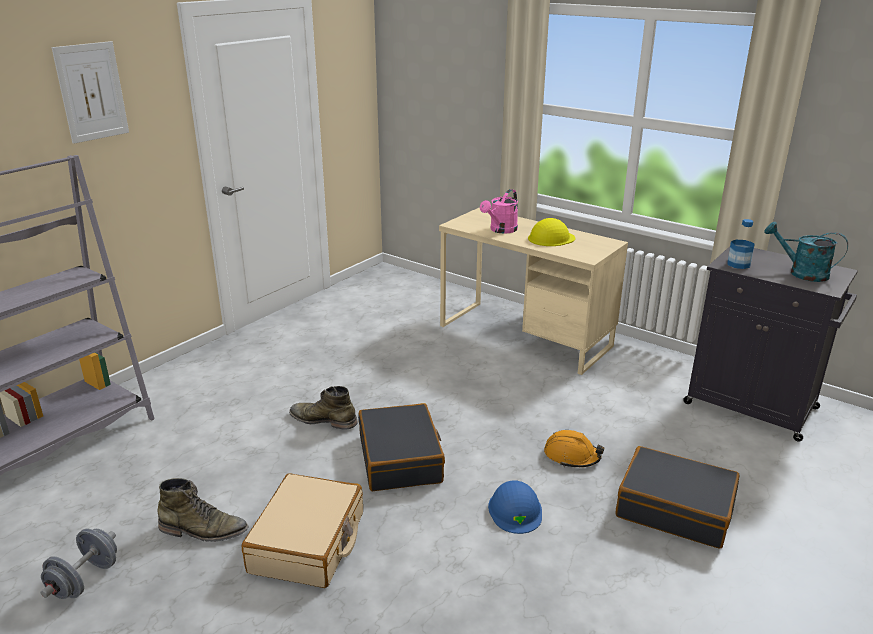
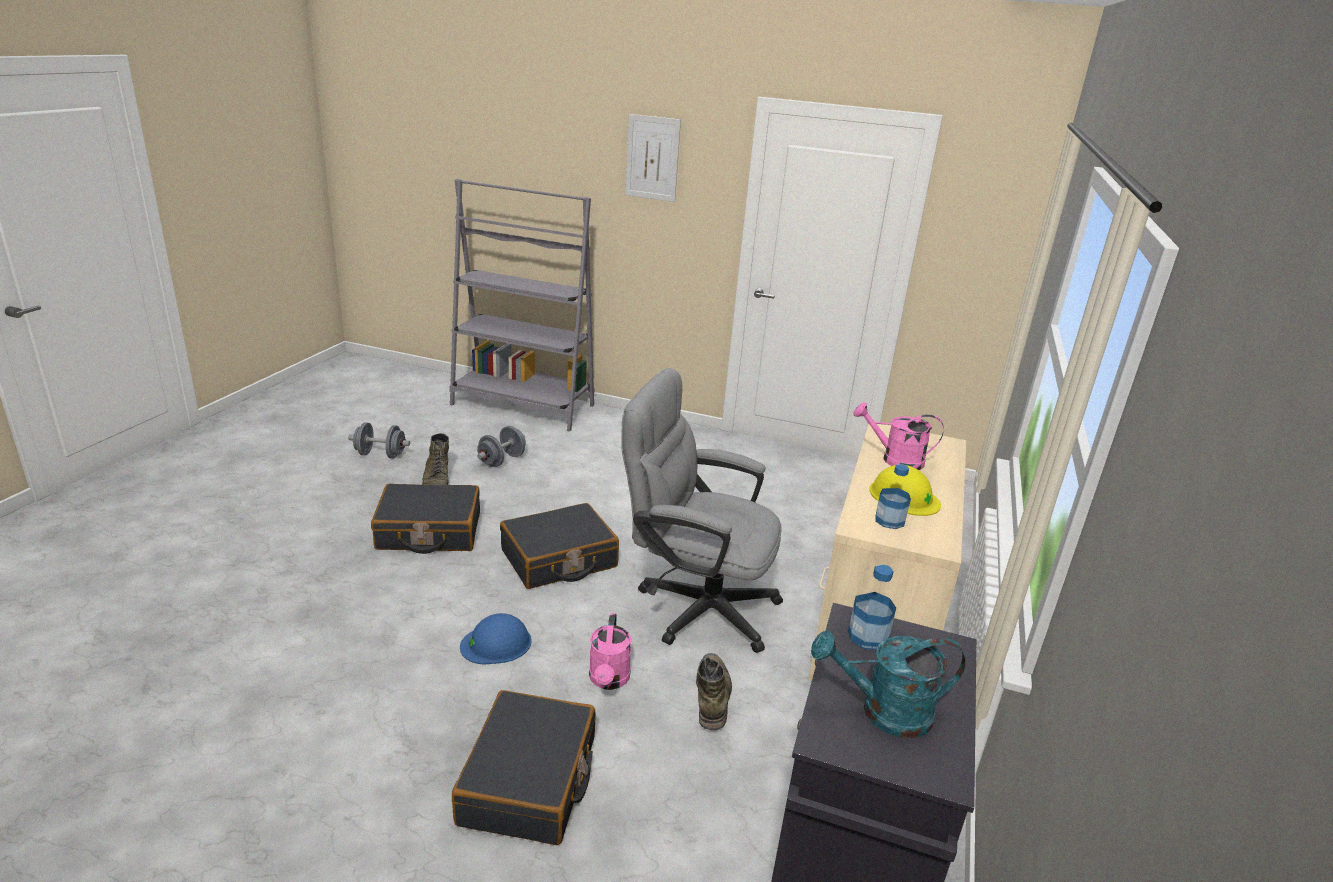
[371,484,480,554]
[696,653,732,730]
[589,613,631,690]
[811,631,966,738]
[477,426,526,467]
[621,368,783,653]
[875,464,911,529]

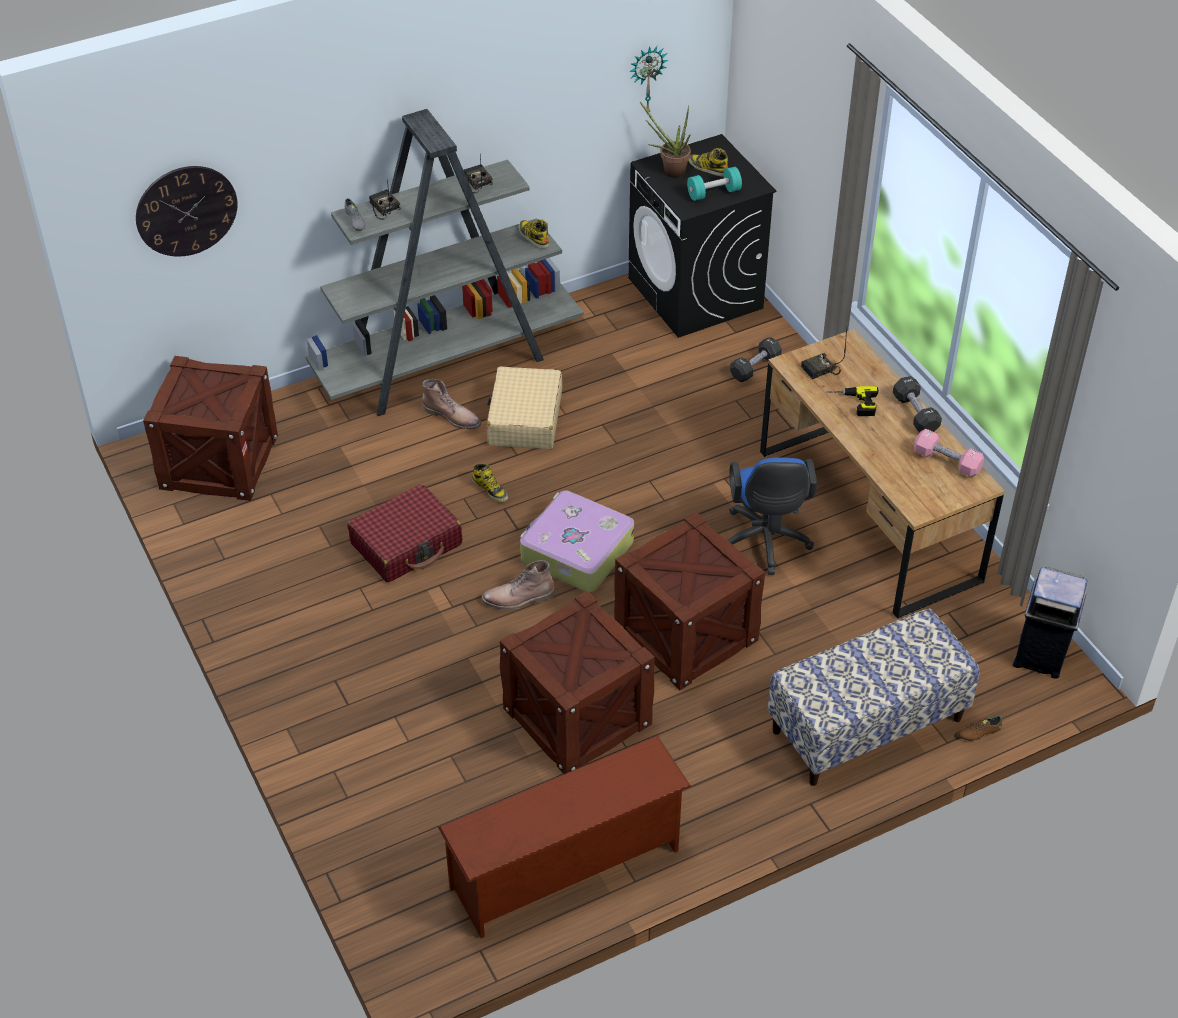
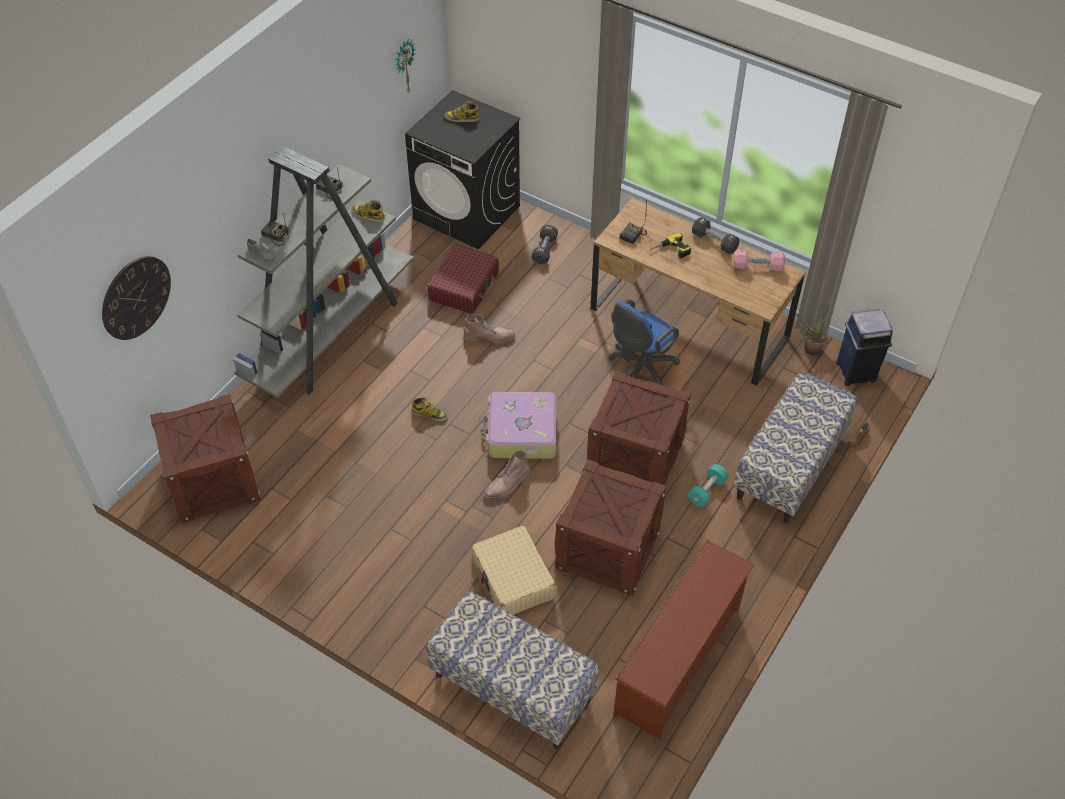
[427,244,499,314]
[464,314,516,344]
[471,525,556,615]
[796,303,830,355]
[688,464,729,507]
[609,299,680,385]
[427,591,599,749]

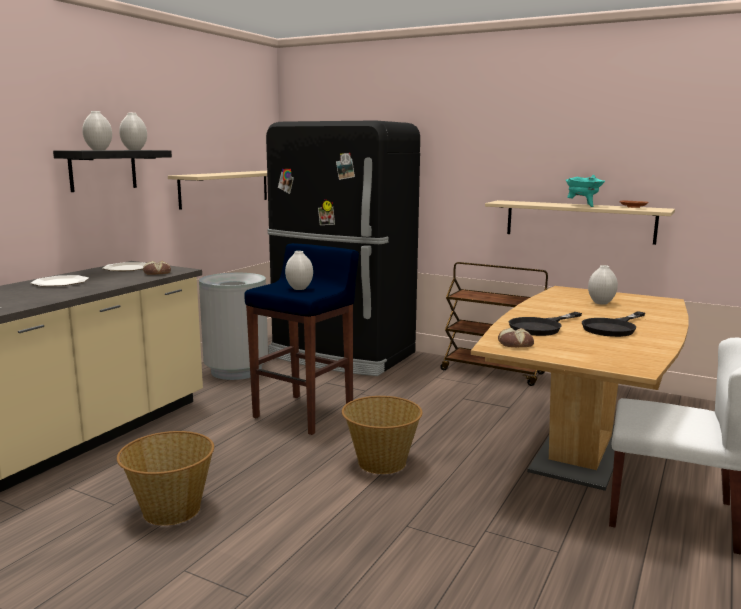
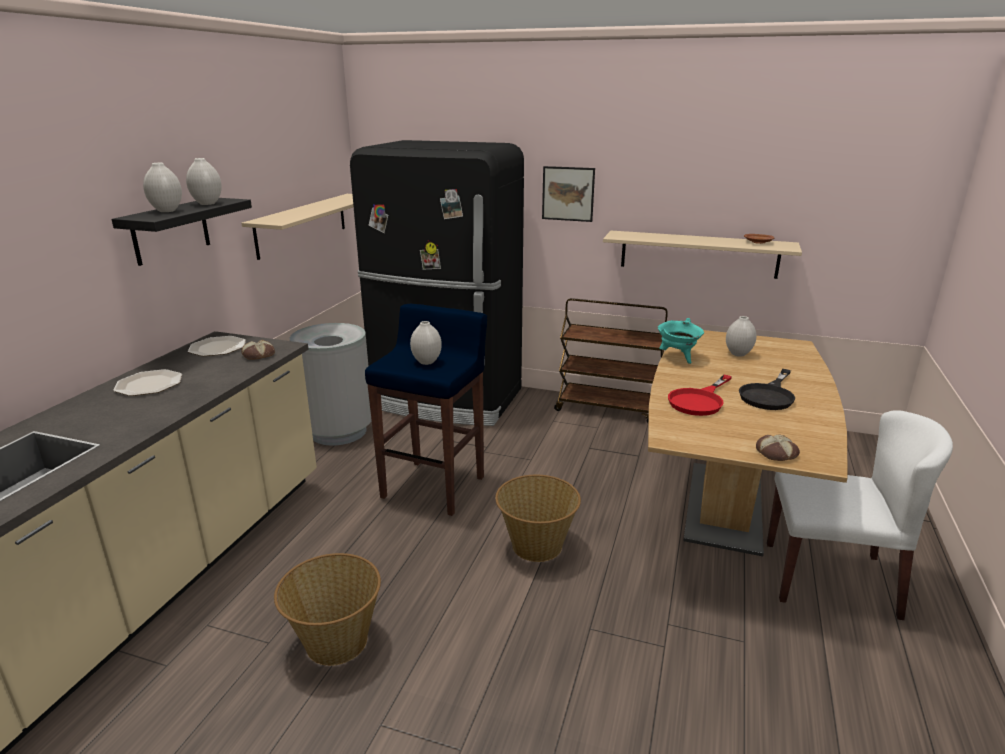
[756,434,800,461]
[668,375,732,416]
[657,318,704,364]
[542,166,595,222]

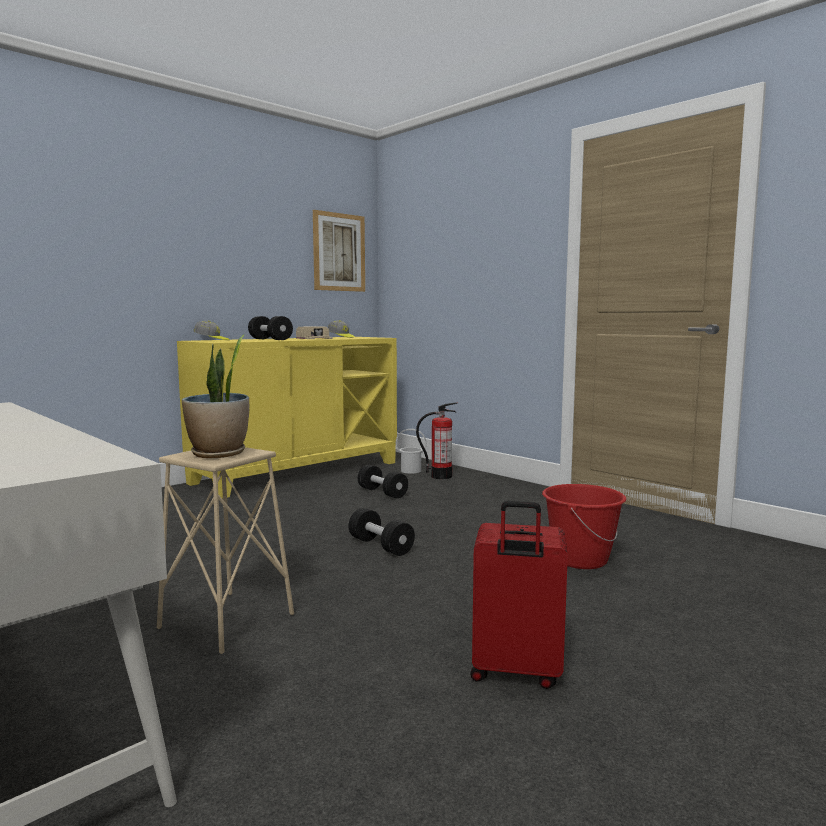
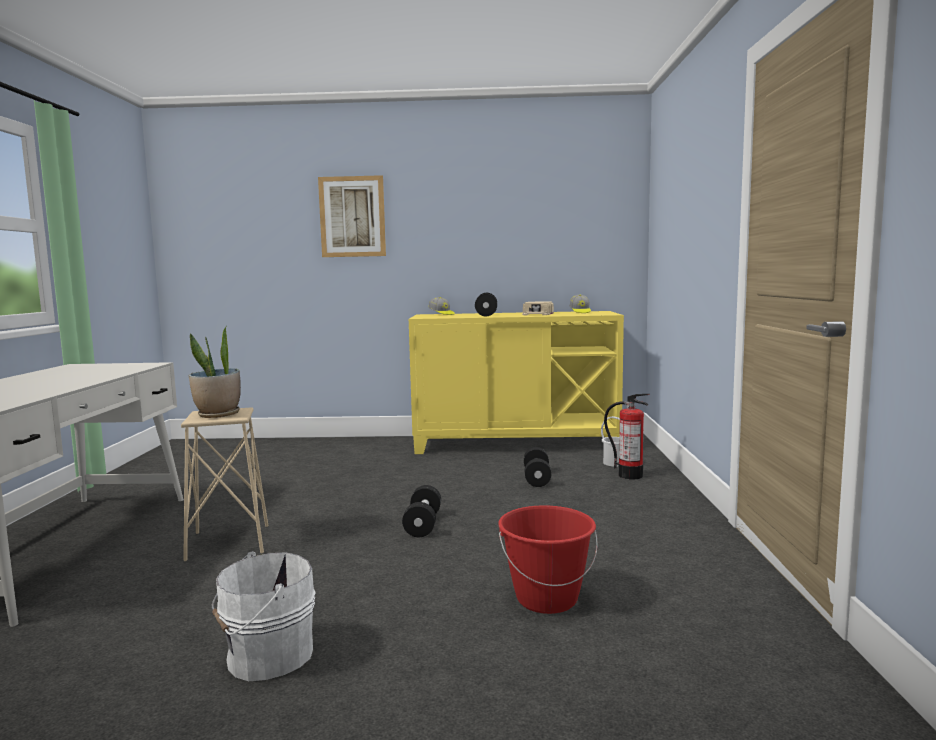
[318,175,386,257]
[212,551,316,681]

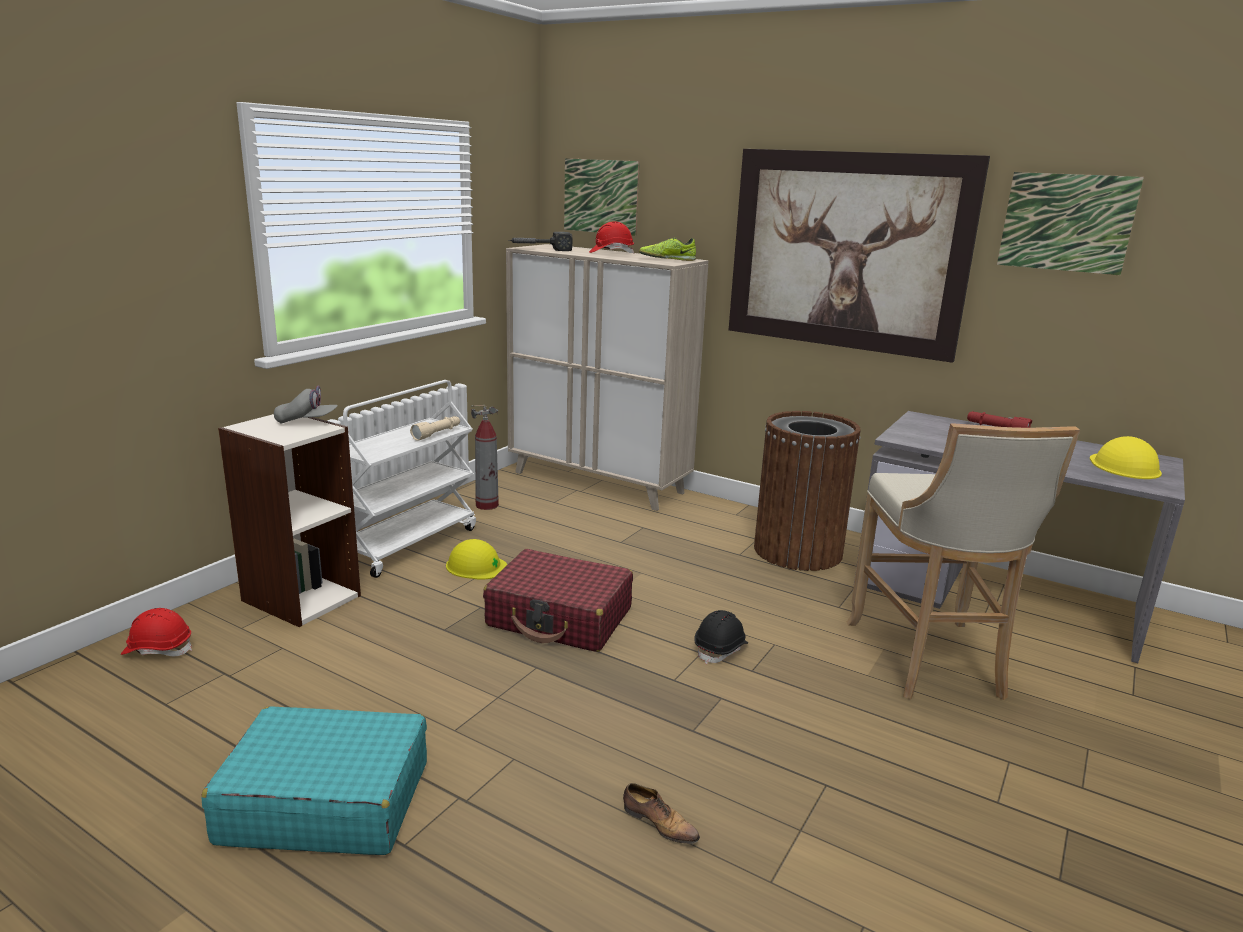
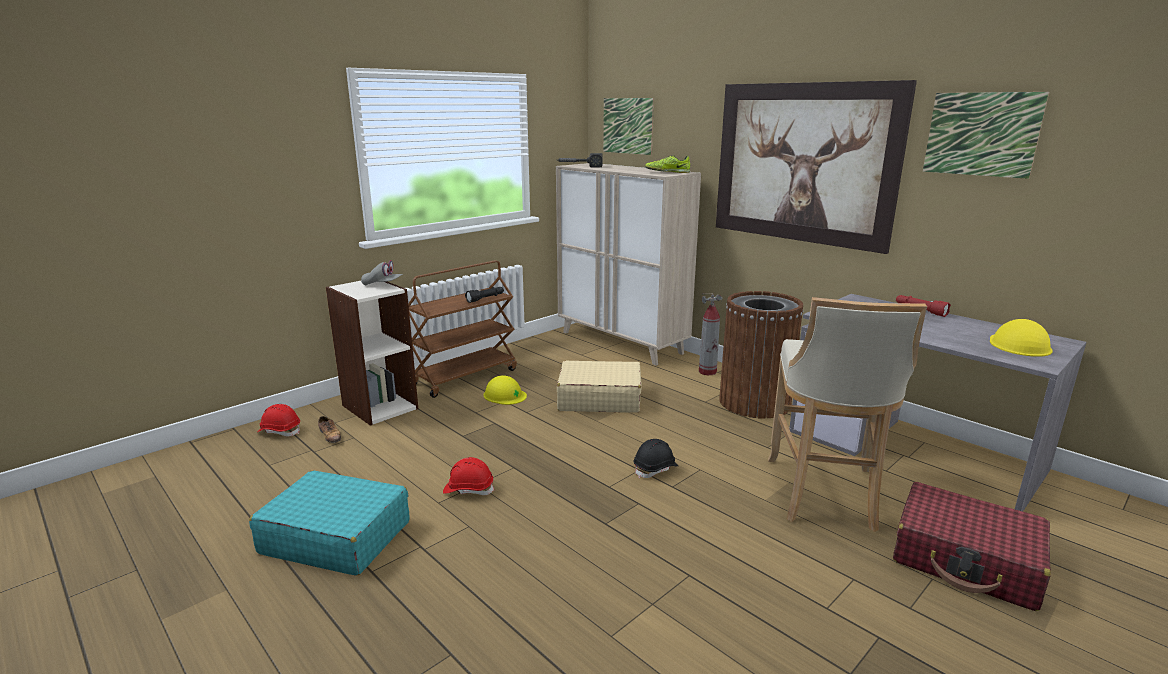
[408,260,517,398]
[465,287,504,303]
[699,293,722,375]
[893,482,1051,611]
[443,457,494,495]
[318,416,341,443]
[557,361,642,413]

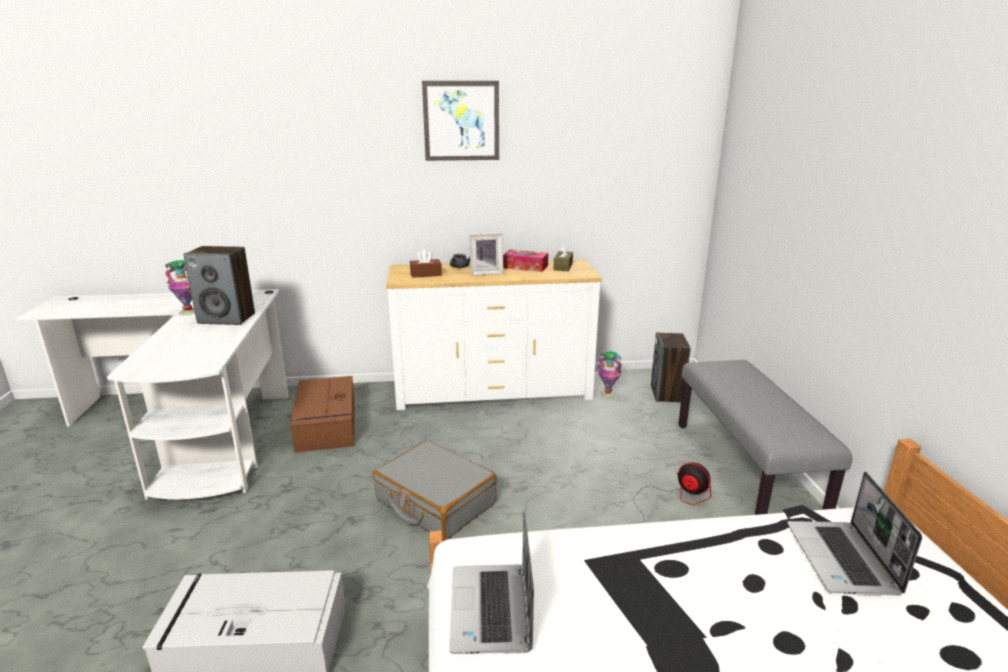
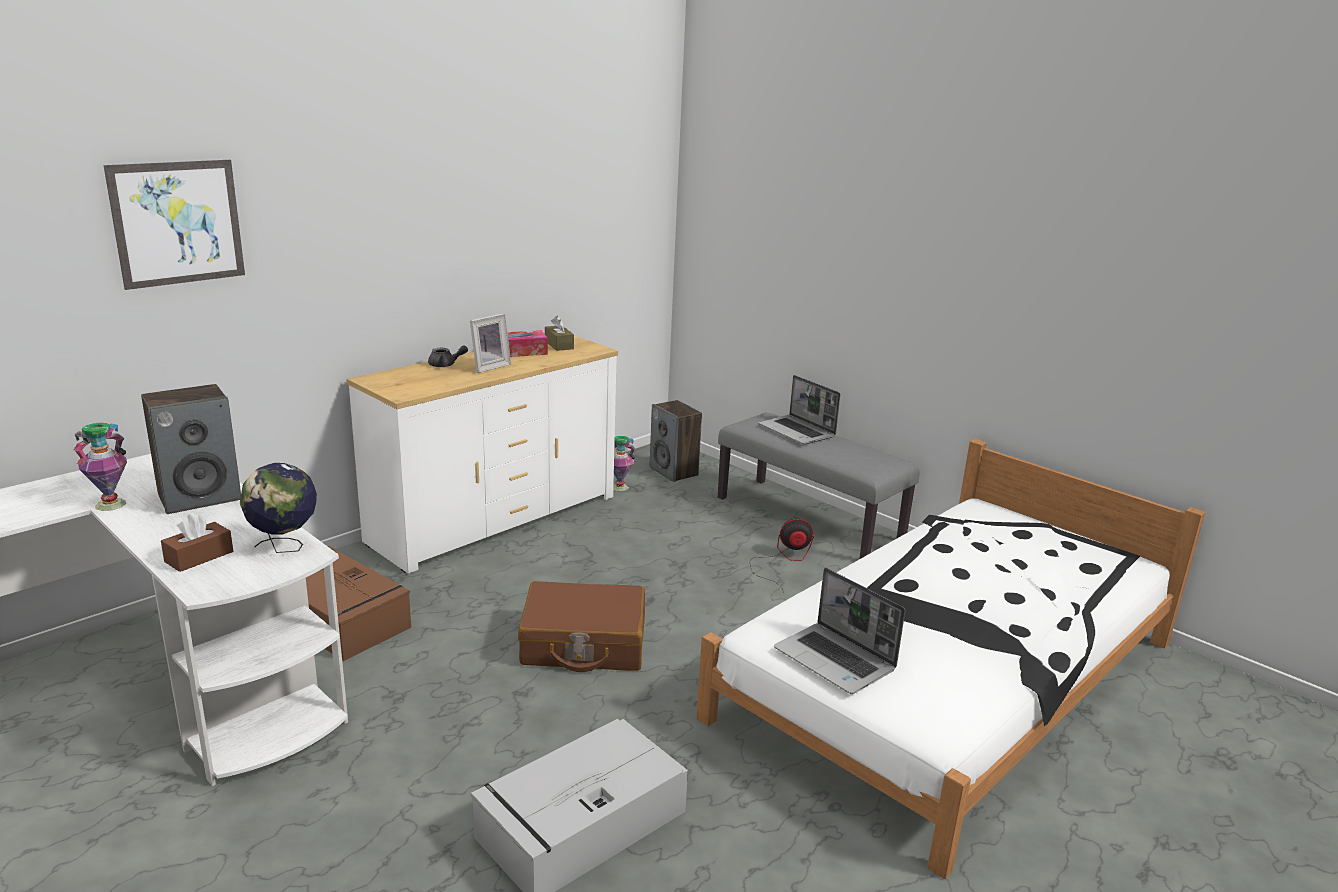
[518,581,645,672]
[161,513,233,572]
[104,160,245,290]
[758,375,840,444]
[240,463,317,553]

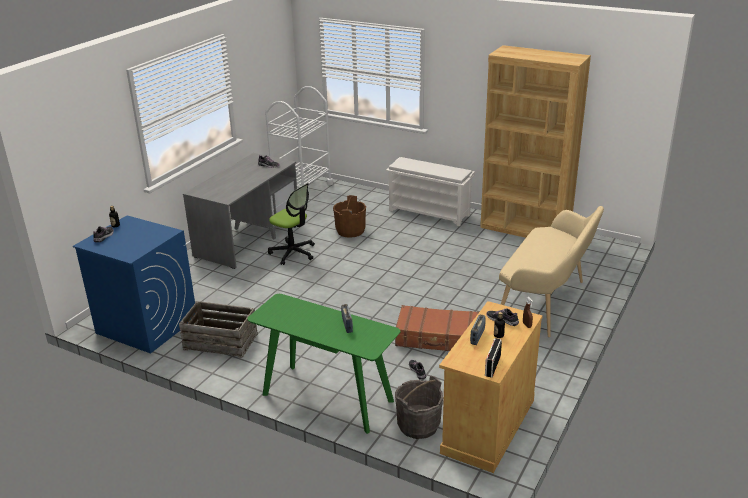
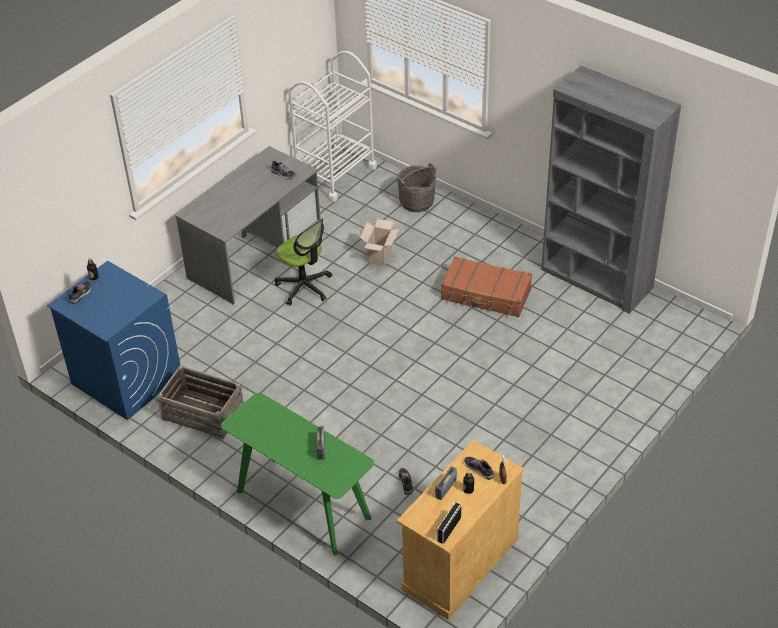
[360,219,399,266]
[386,157,475,226] (first image)
[441,256,532,317]
[397,163,436,212]
[541,66,681,314]
[499,206,604,337] (first image)

